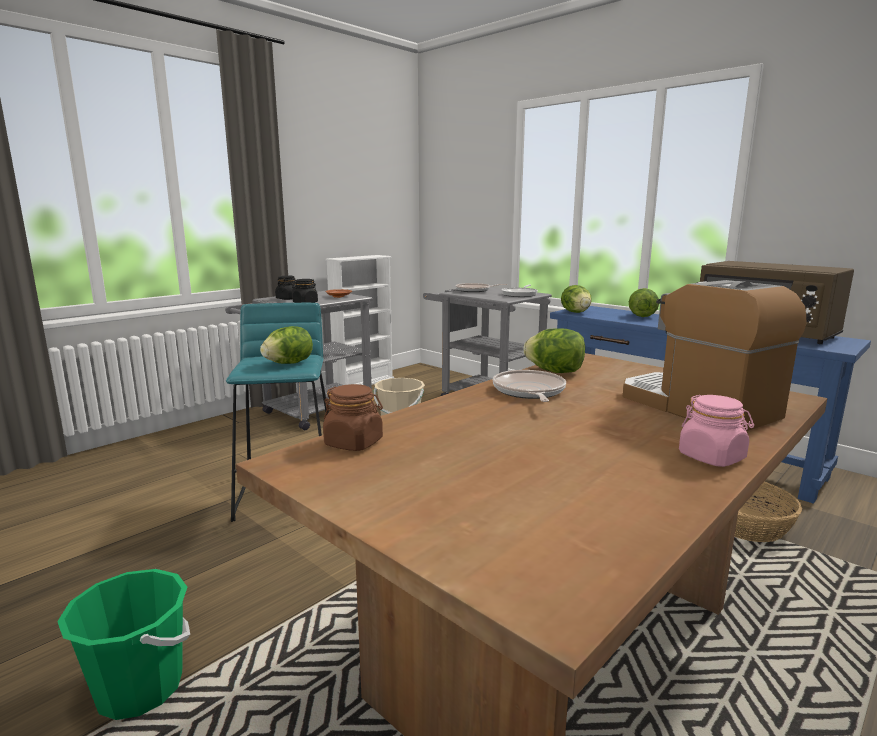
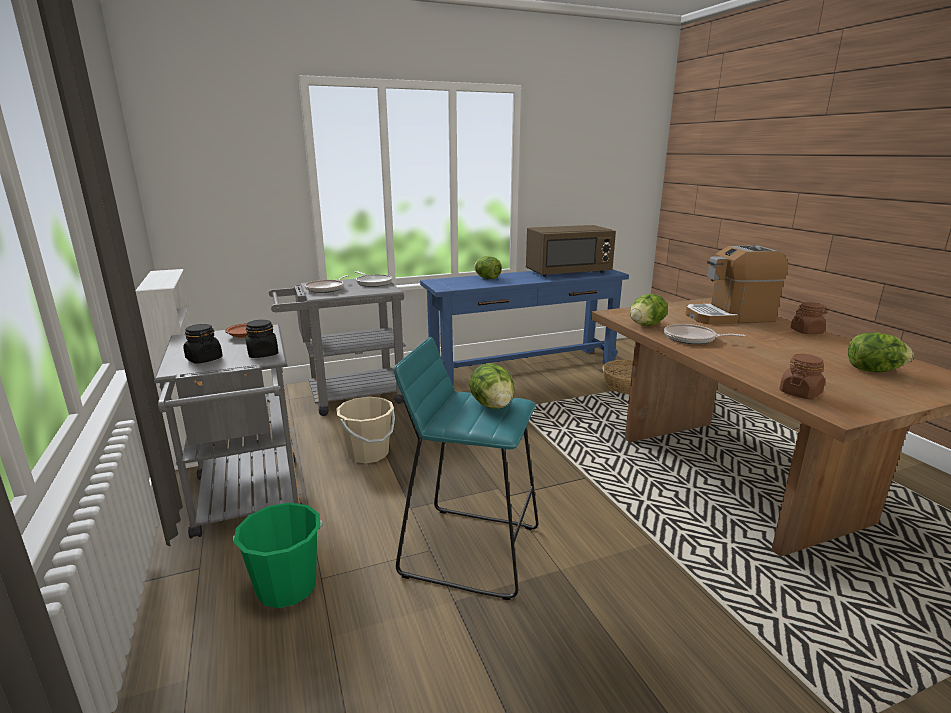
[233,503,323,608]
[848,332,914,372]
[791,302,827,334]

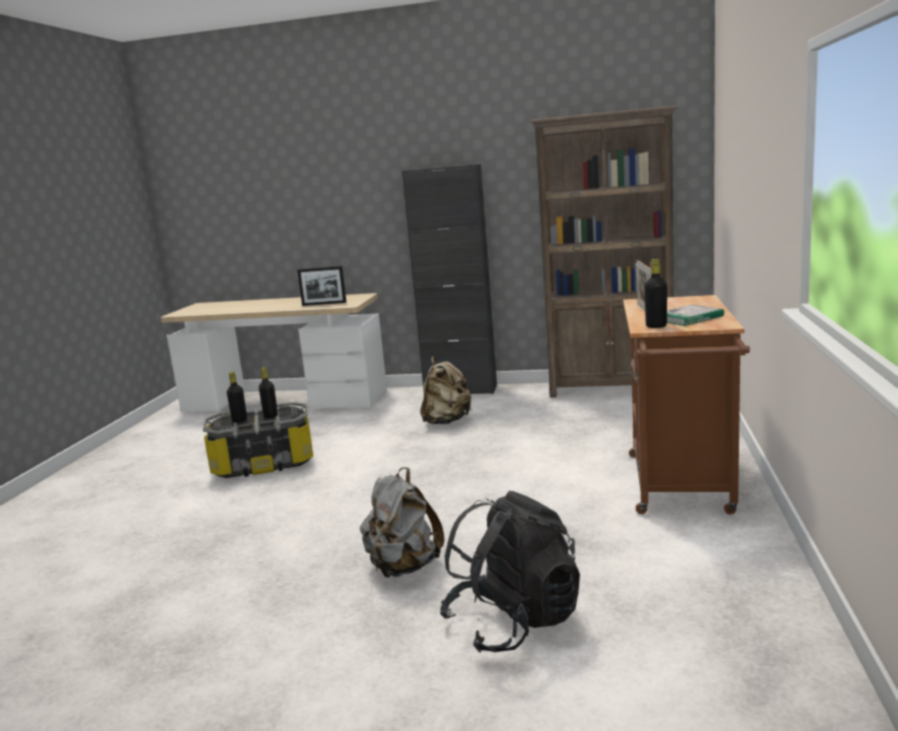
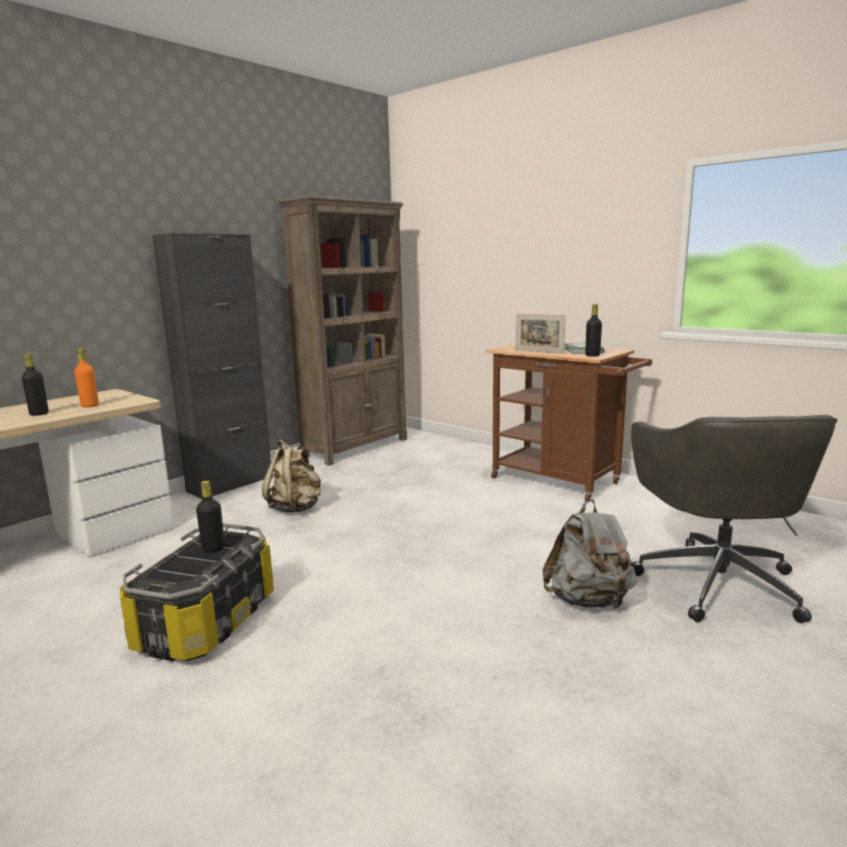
[22,353,48,416]
[74,348,99,408]
[631,415,837,623]

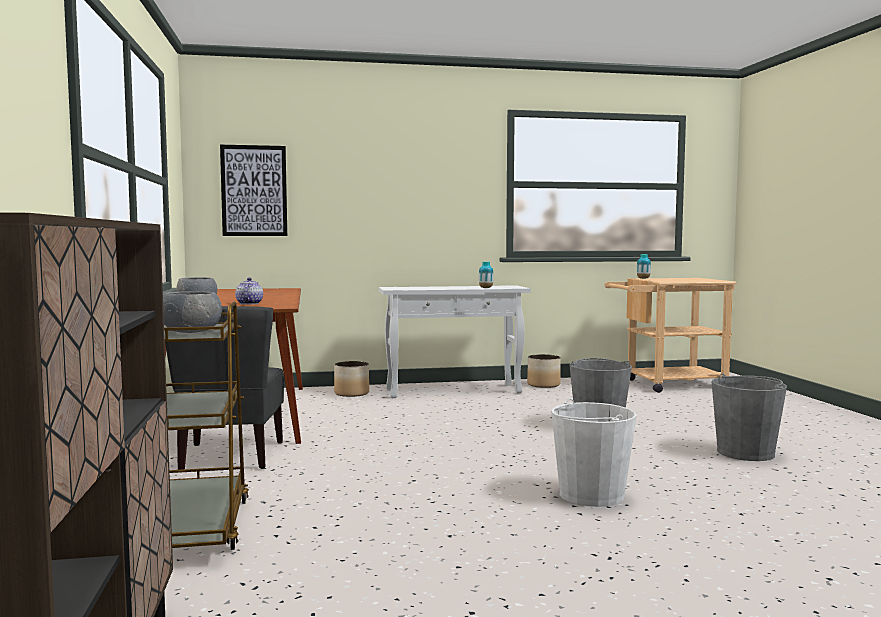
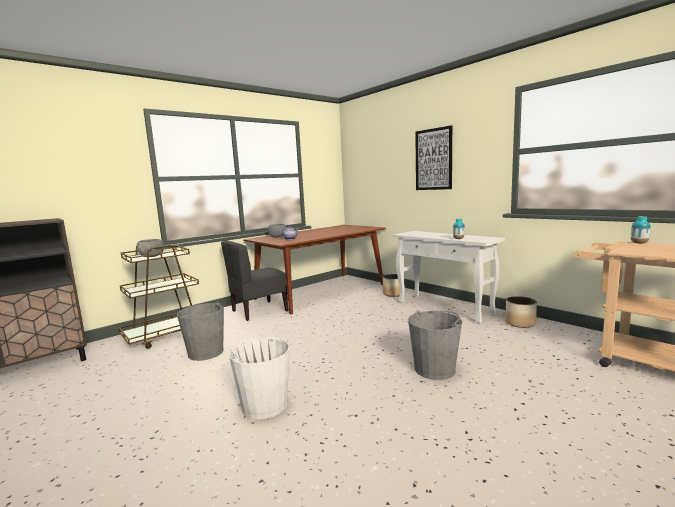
[415,125,452,190]
[177,301,224,361]

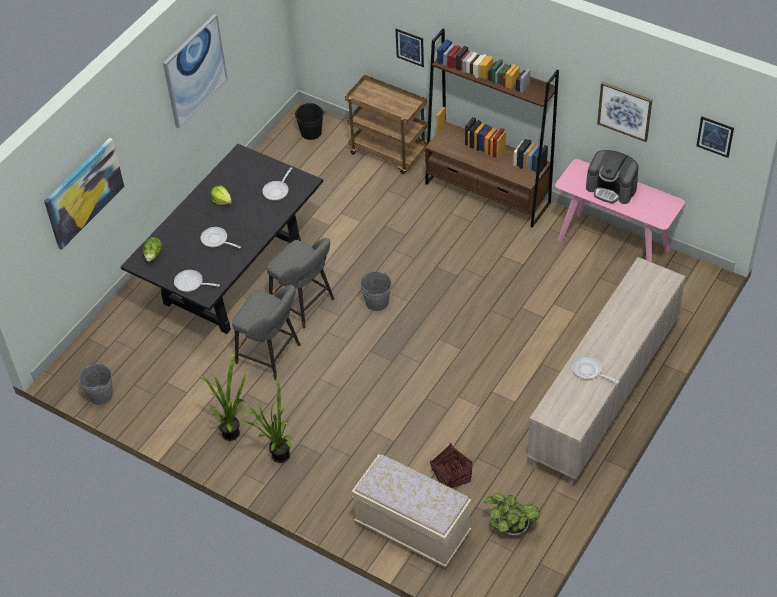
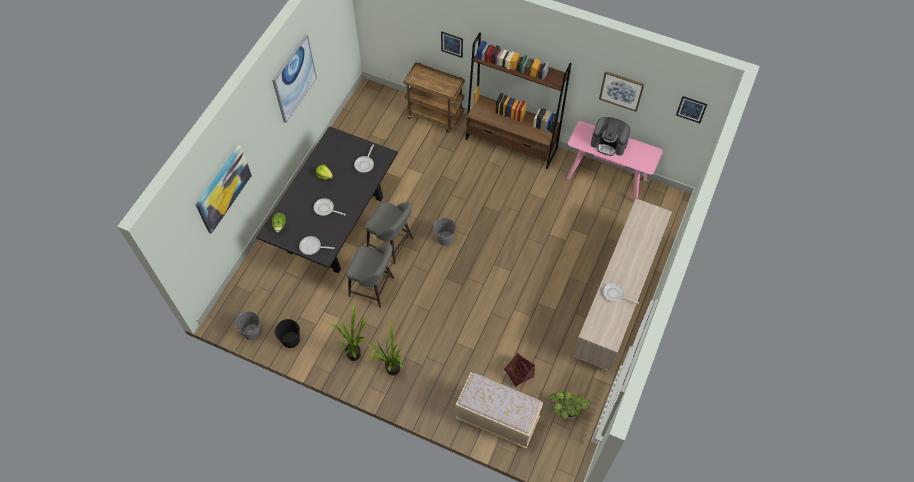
[274,319,300,348]

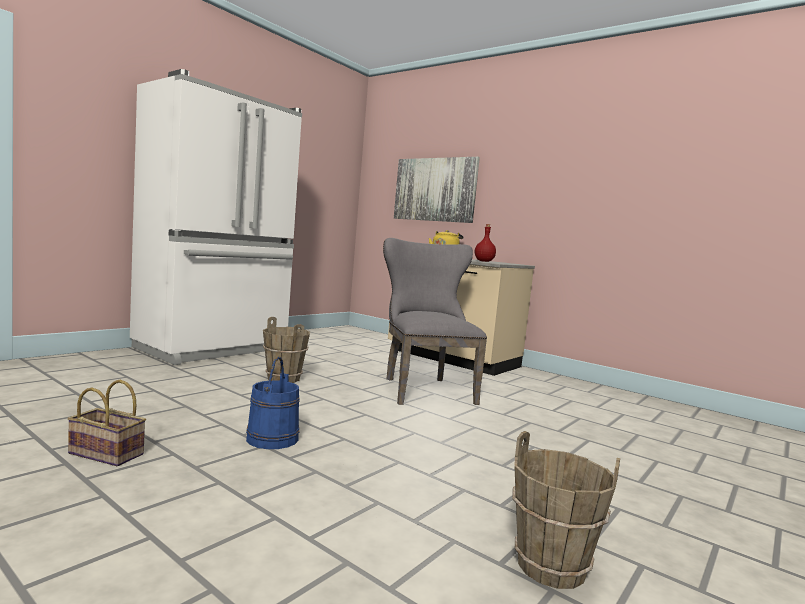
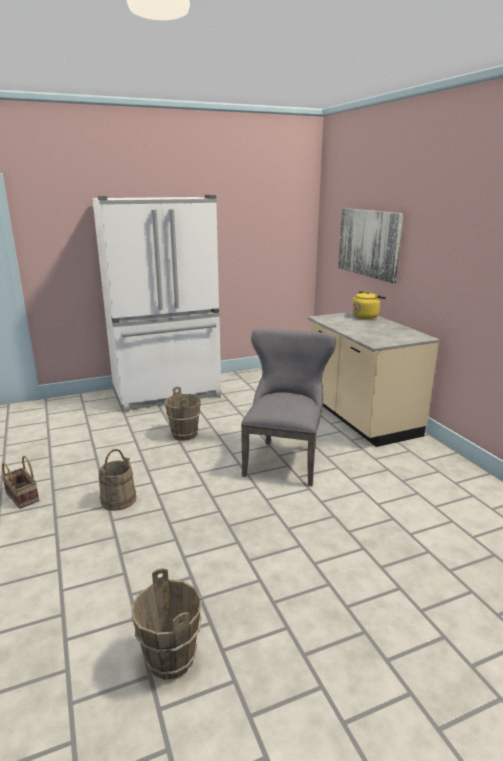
[99,449,136,511]
[475,224,496,262] (first image)

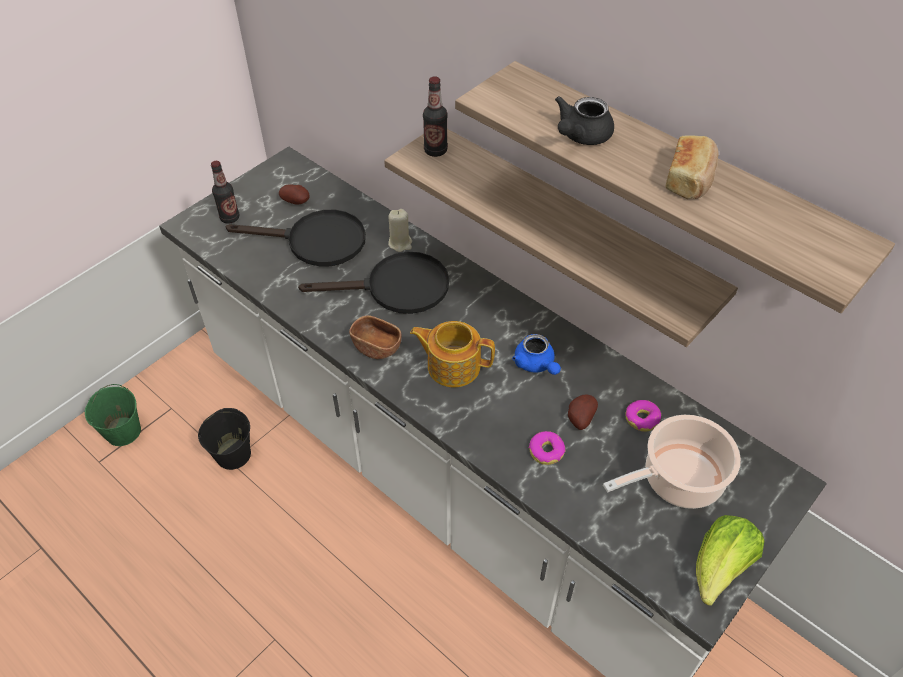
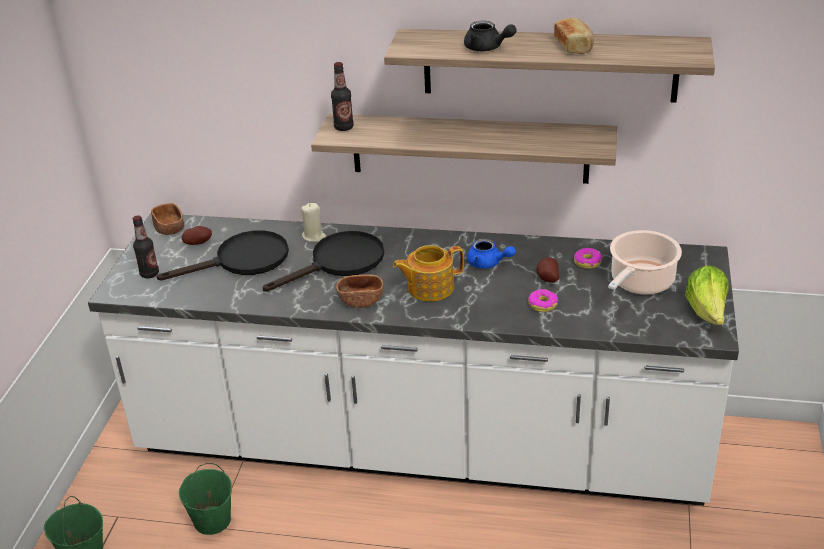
[179,463,232,535]
[464,21,517,51]
[151,203,185,235]

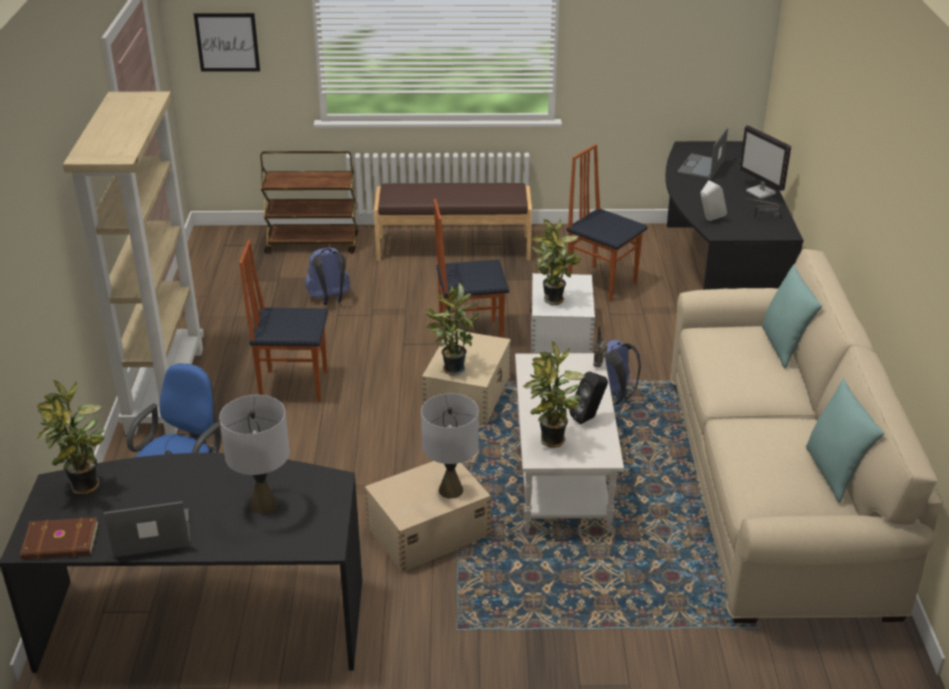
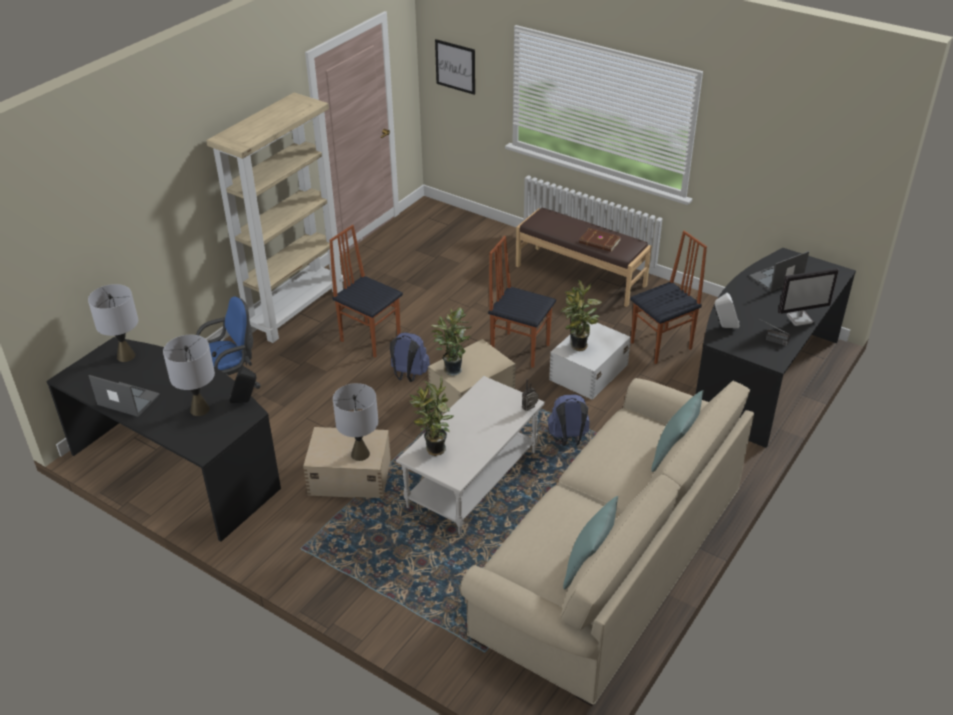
[579,228,621,252]
[88,284,138,362]
[260,151,359,254] (first image)
[390,332,430,382]
[630,231,707,364]
[229,366,256,403]
[778,268,839,326]

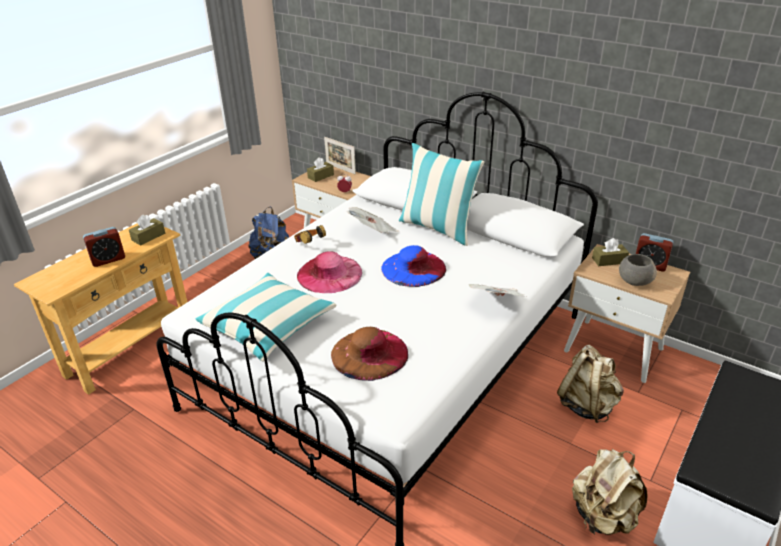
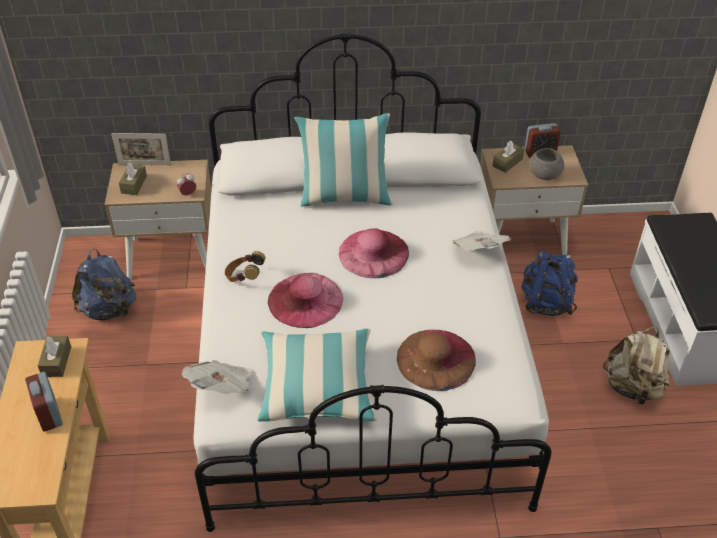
[25,372,63,432]
[182,360,253,394]
[339,228,409,278]
[521,250,578,316]

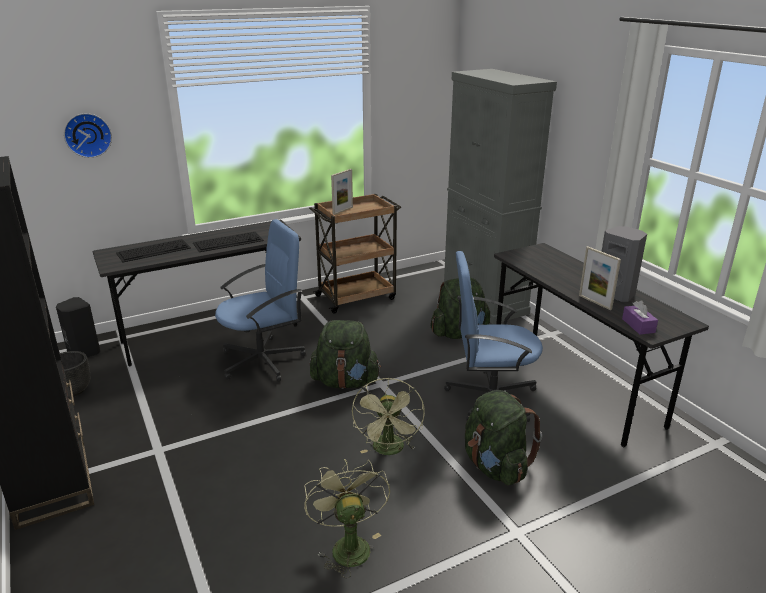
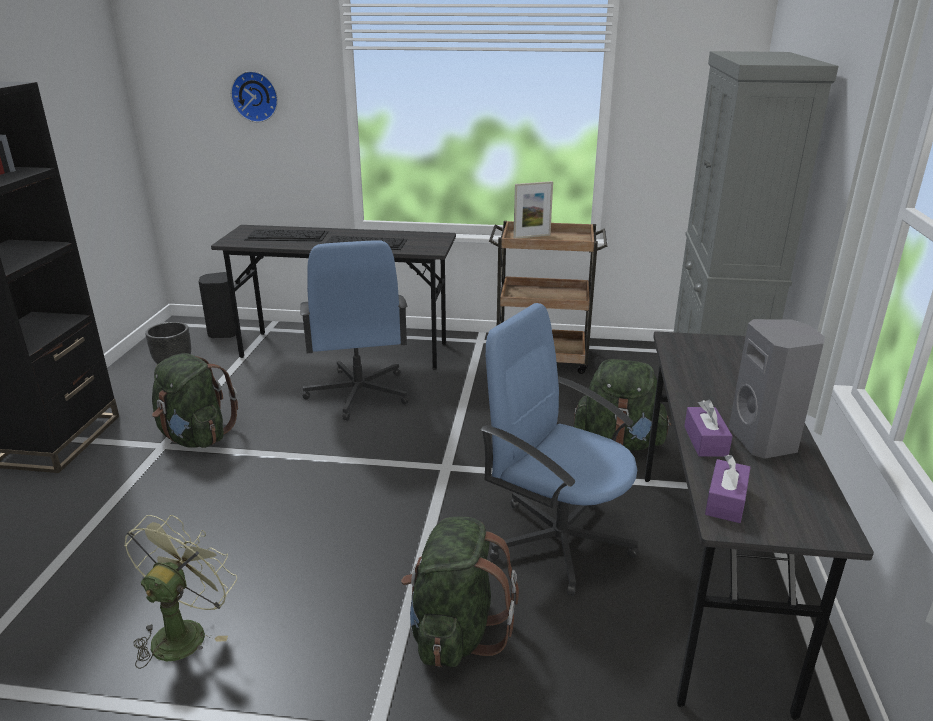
[300,240,409,421]
[152,353,238,448]
[352,378,425,455] (first image)
[684,400,732,457]

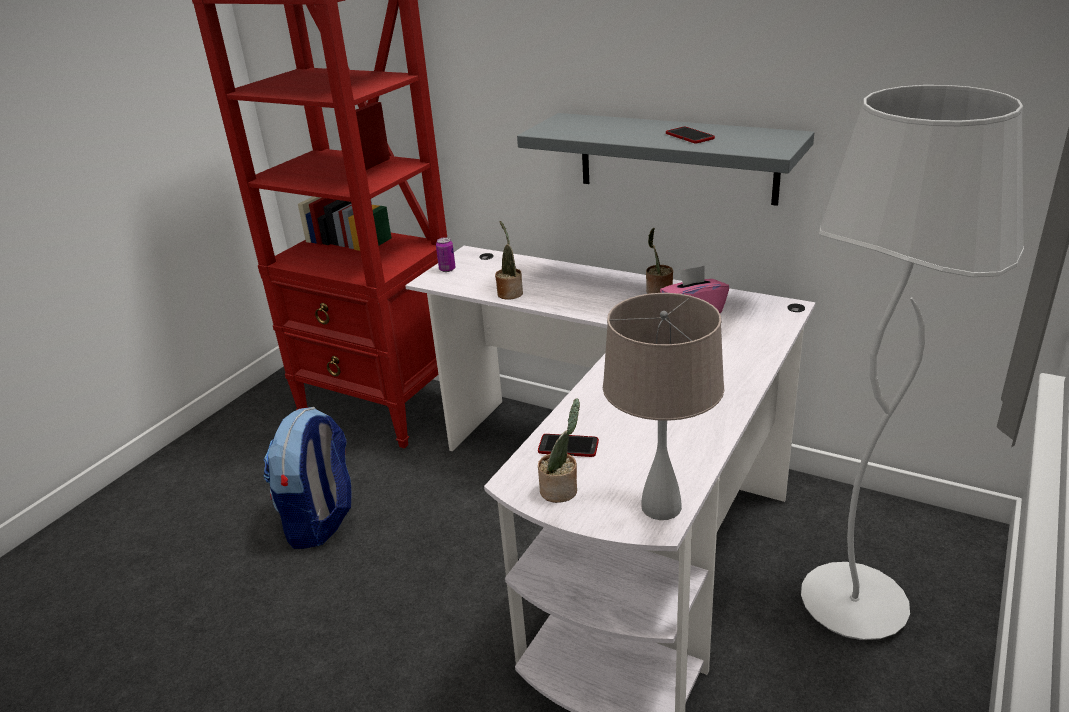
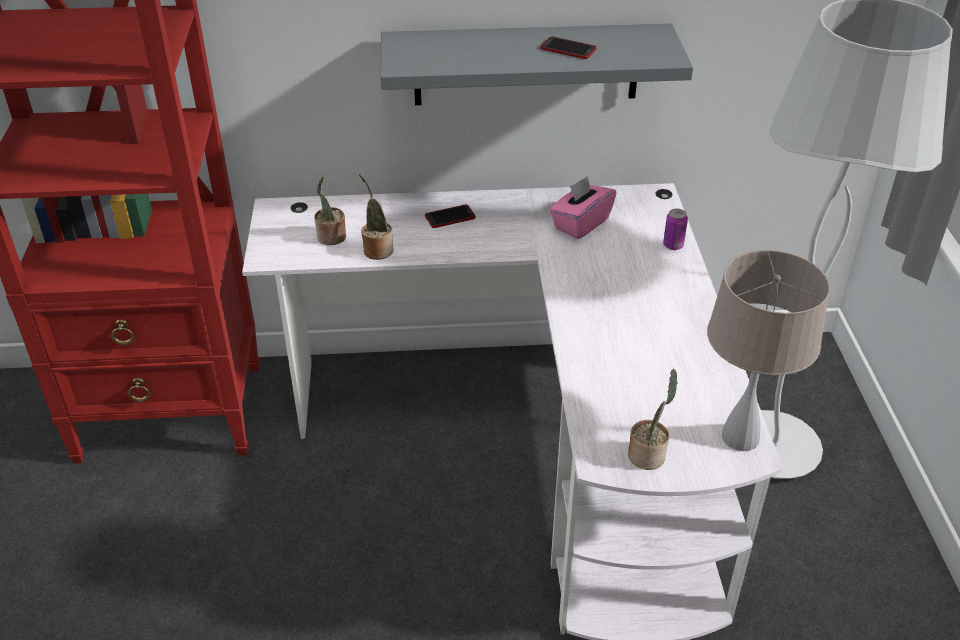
[263,407,351,549] (first image)
[663,209,688,250]
[425,205,476,228]
[314,176,346,245]

